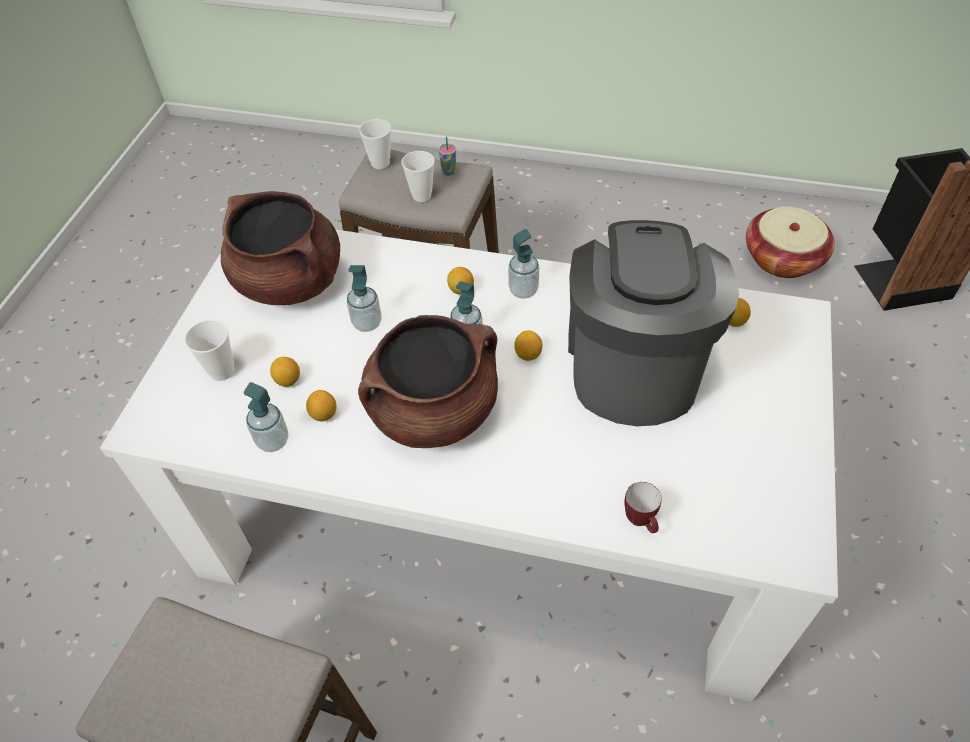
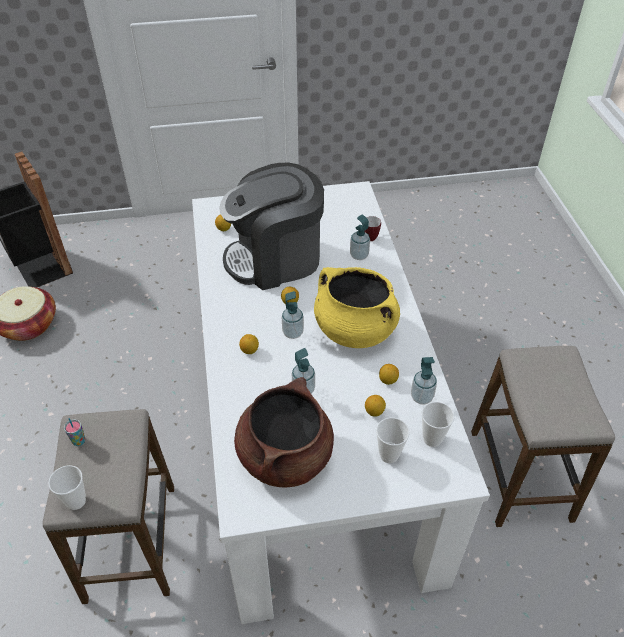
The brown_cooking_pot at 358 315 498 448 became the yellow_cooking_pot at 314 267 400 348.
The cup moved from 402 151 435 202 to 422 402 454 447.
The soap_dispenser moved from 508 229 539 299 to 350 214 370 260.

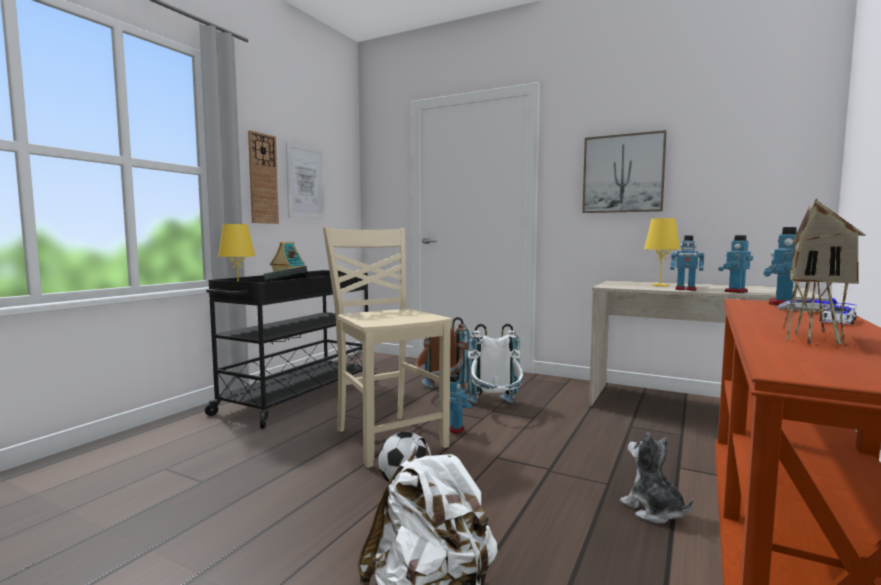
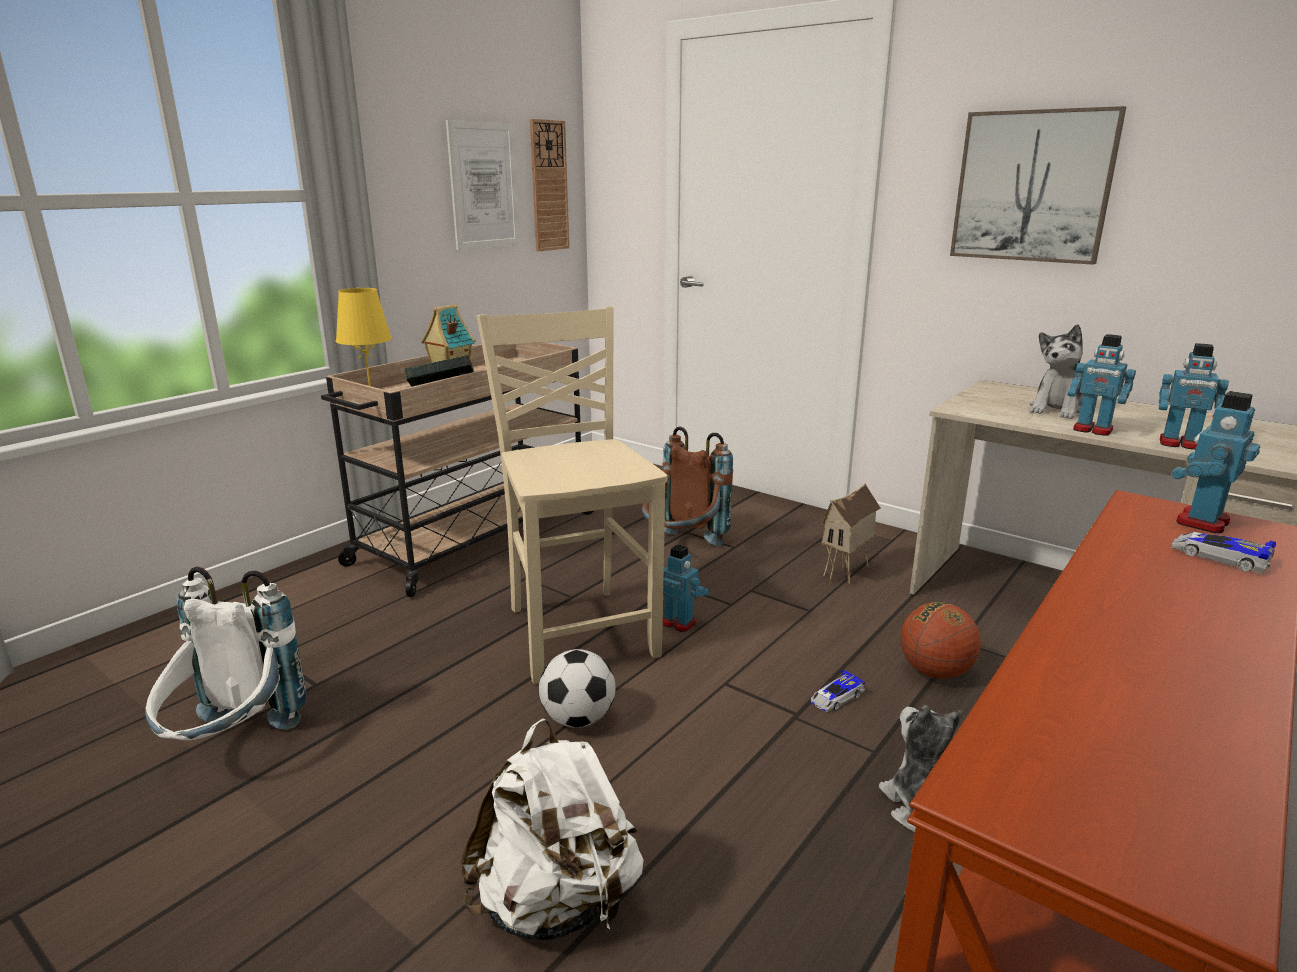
The black_cart at 205 270 379 429 became the beige_cart at 321 342 594 597.
The wall_clock moved from 248 130 279 224 to 530 119 569 251.
The white_backpack moved from 466 324 524 404 to 145 567 307 740.
The yellow_table_lamp at 644 218 680 286 was replaced by the plush_toy at 1030 324 1083 419.
The toy_robot at 718 235 753 293 turned 120 degrees counterclockwise.
The toy_house moved from 783 199 865 345 to 822 483 881 585.
The toy_car moved from 820 302 857 324 to 811 670 865 712.
The basketball at 901 602 981 679 appeared.

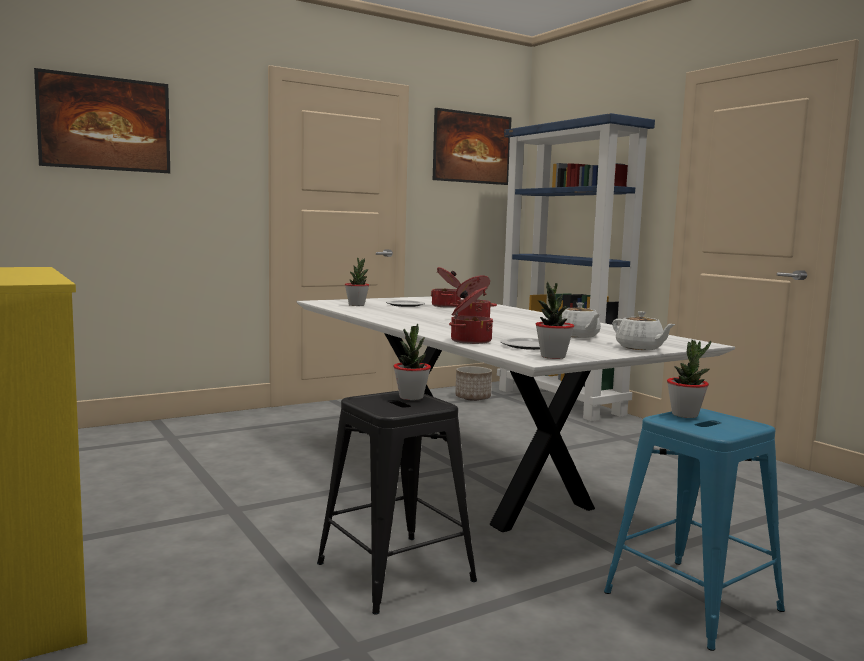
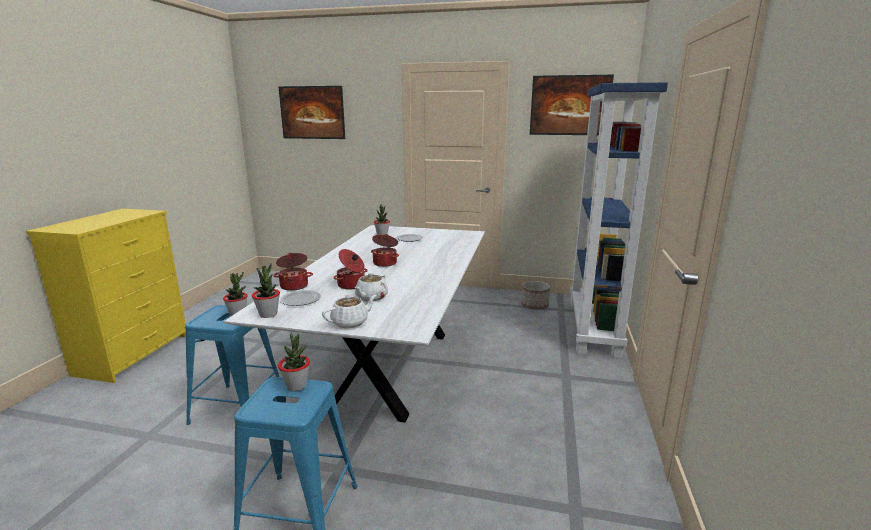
The black_stool at 317 391 477 615 became the blue_stool at 185 305 279 425.
The cooking_pot moved from 431 267 461 308 to 333 249 368 290.
The white_teapot at 612 311 676 350 turned 135 degrees counterclockwise.

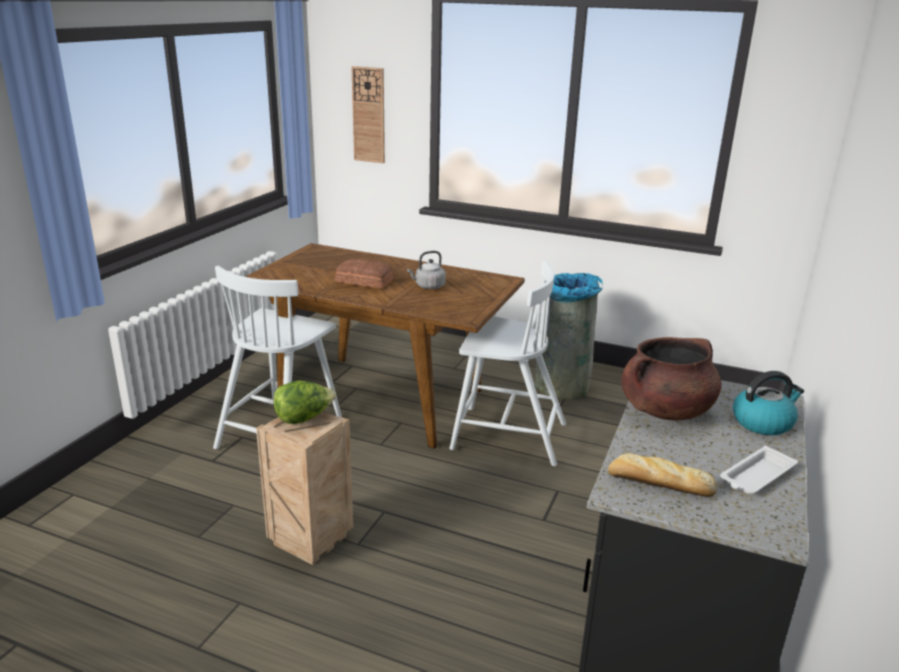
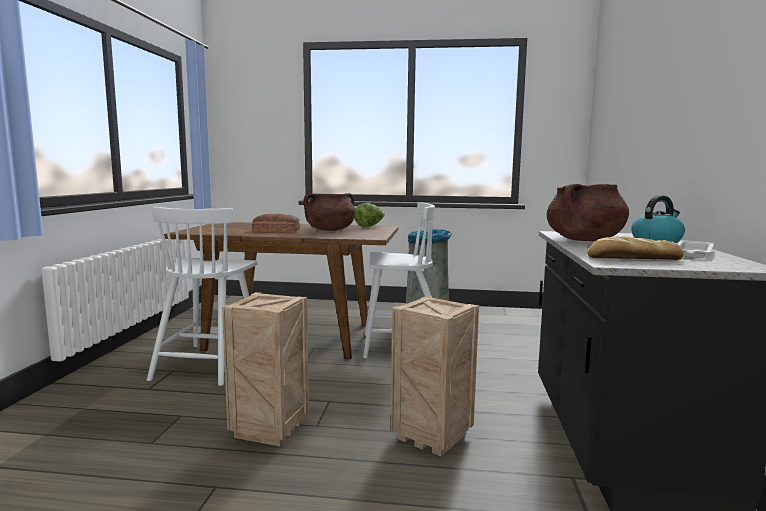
The lettuce moved from 273 380 336 424 to 354 203 385 227.
The wall_clock at 351 66 385 163 disappeared.
The grey_kettle at 407 251 446 289 was replaced by the brown_cooking_pot at 303 193 355 231.
The crate at 390 296 479 456 appeared.

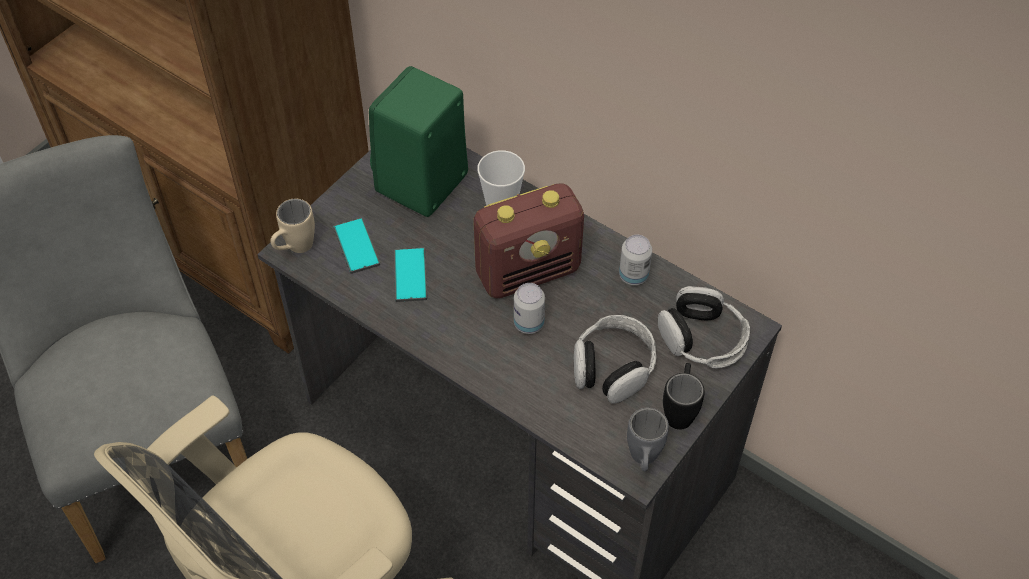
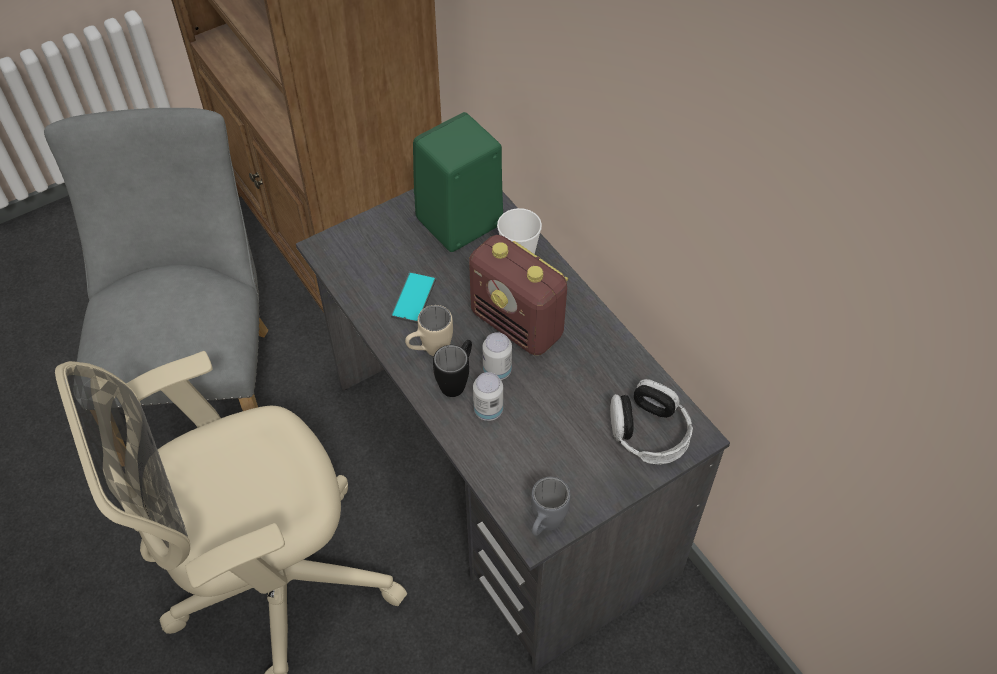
The beige_mug moved from 271 199 315 253 to 405 305 453 356.
The phone at 333 217 380 274 disappeared.
The radio at 473 183 584 298 turned 45 degrees clockwise.
The headphones at 574 315 657 404 disappeared.
The can moved from 619 235 652 285 to 473 372 503 421.
The black_mug moved from 663 363 705 430 to 433 340 472 397.

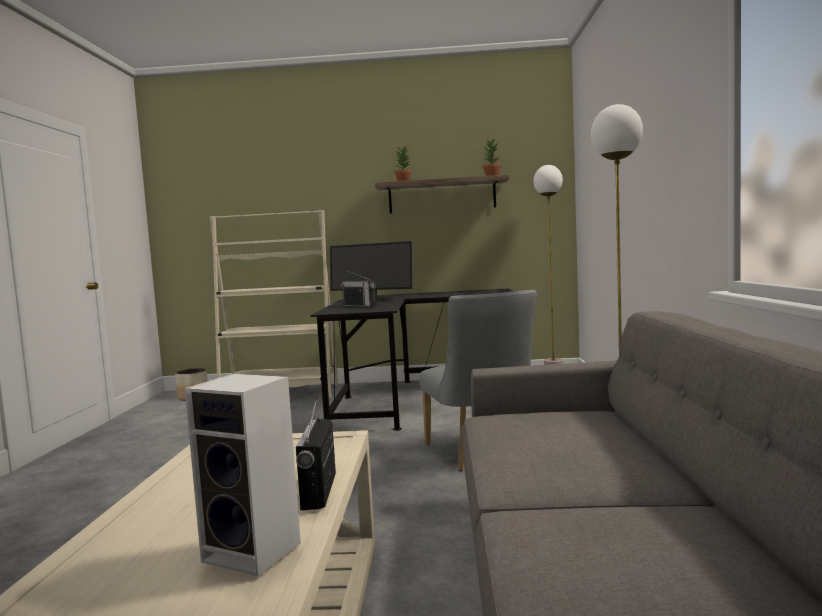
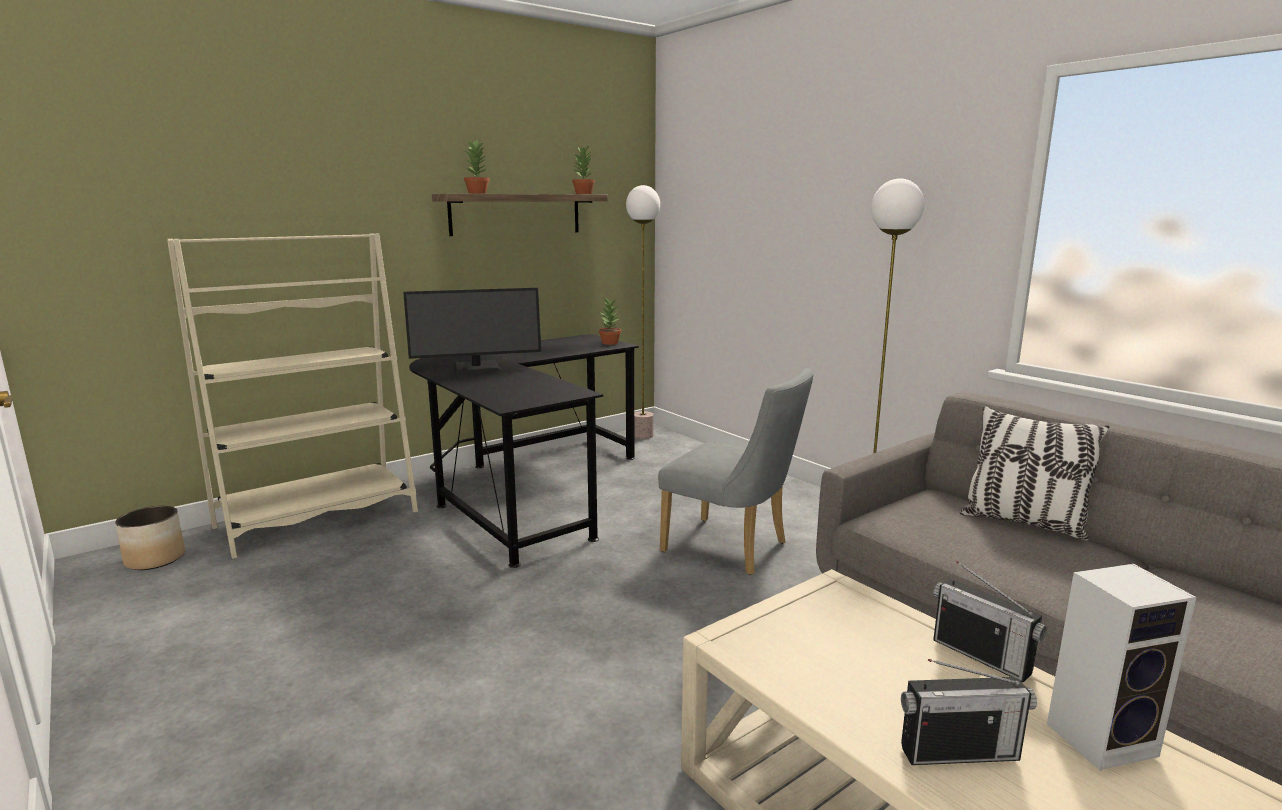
The radio moved from 341 270 376 307 to 901 659 1037 765.
The potted_plant at 599 298 621 345 appeared.
The pillow at 960 406 1109 540 appeared.

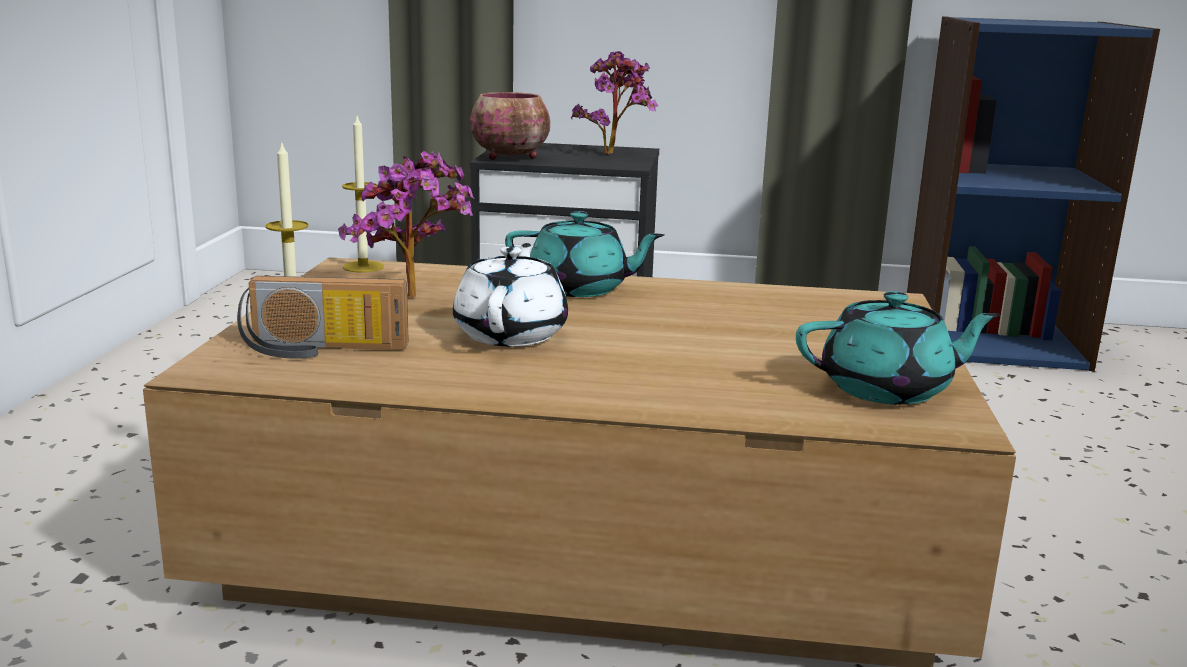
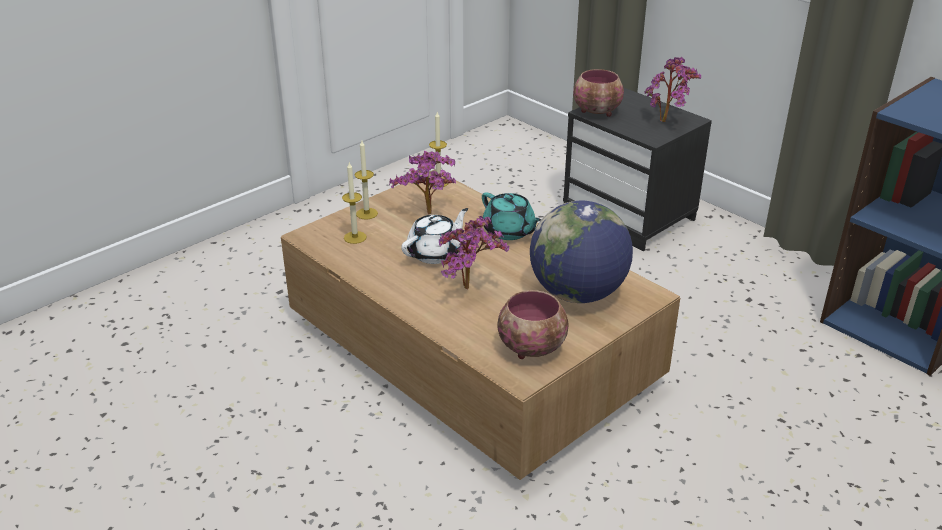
The radio at 237 276 409 359 was replaced by the candle at 342 162 367 244.
The turquoise_teapot at 796 291 1001 405 was replaced by the bowl at 497 290 569 359.
The potted_plant at 439 216 509 289 appeared.
The globe at 530 201 633 303 appeared.

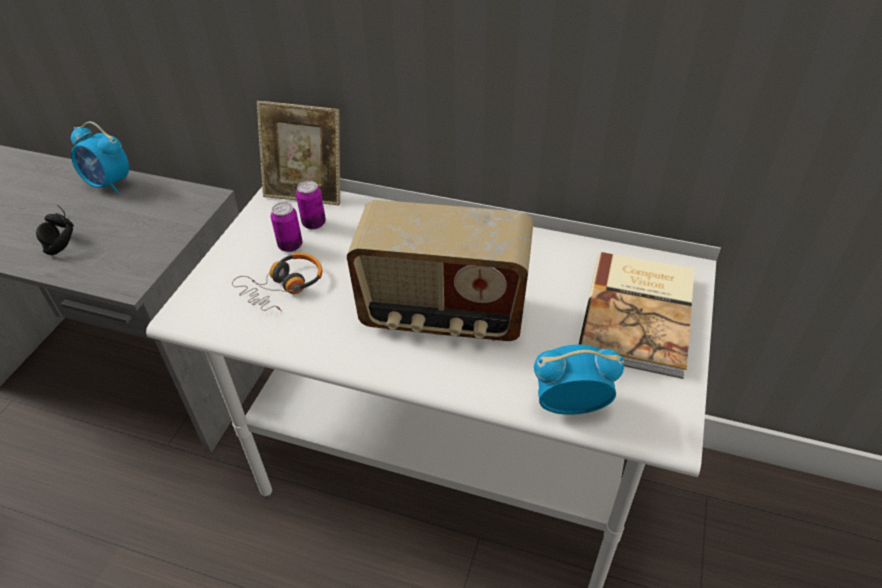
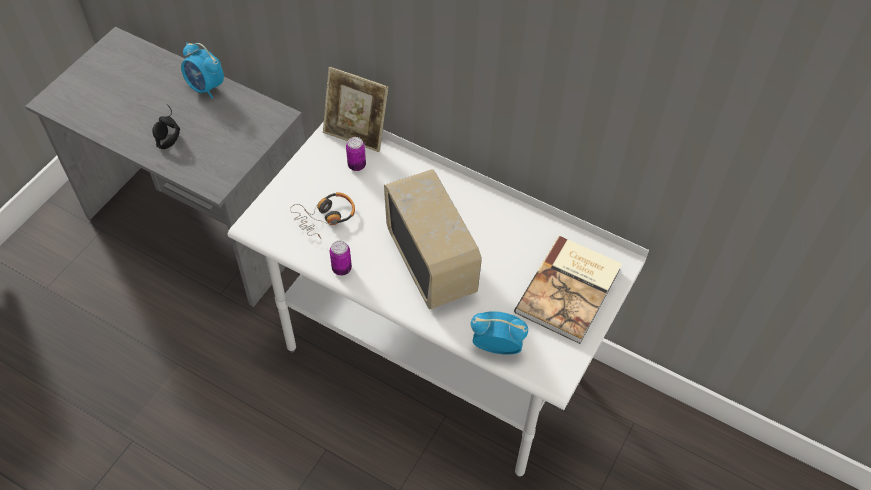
The can moved from 271 202 303 252 to 330 241 352 276.
The radio at 347 200 533 341 turned 135 degrees counterclockwise.

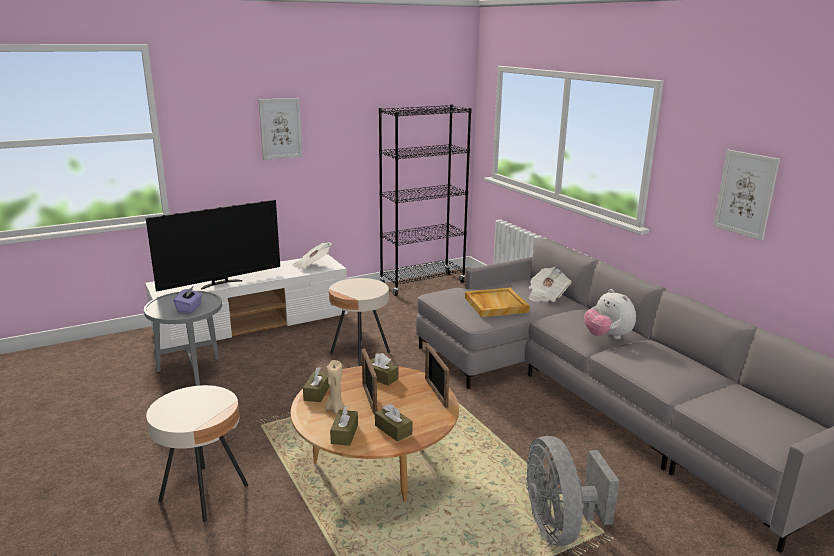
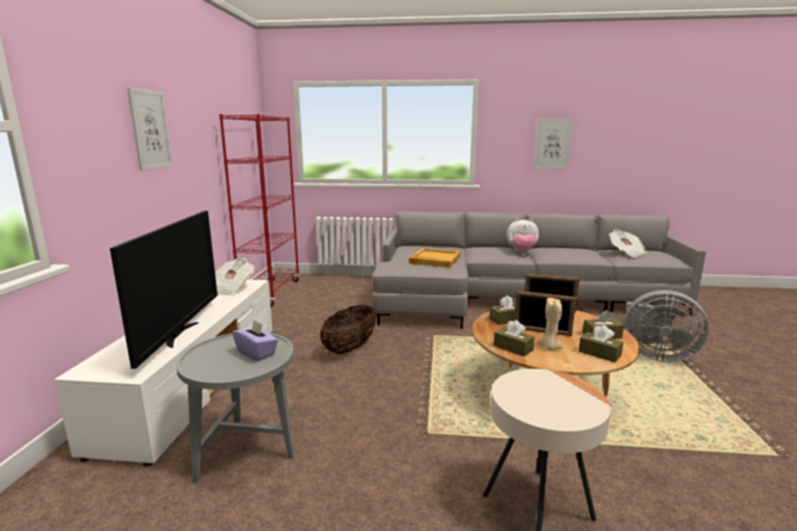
The beige_side_table at 329 278 390 366 was replaced by the basket at 320 305 377 354.
The black_bookcase at 379 104 472 296 became the red_bookcase at 219 114 300 307.
The newspaper moved from 529 267 572 302 to 609 229 647 258.

